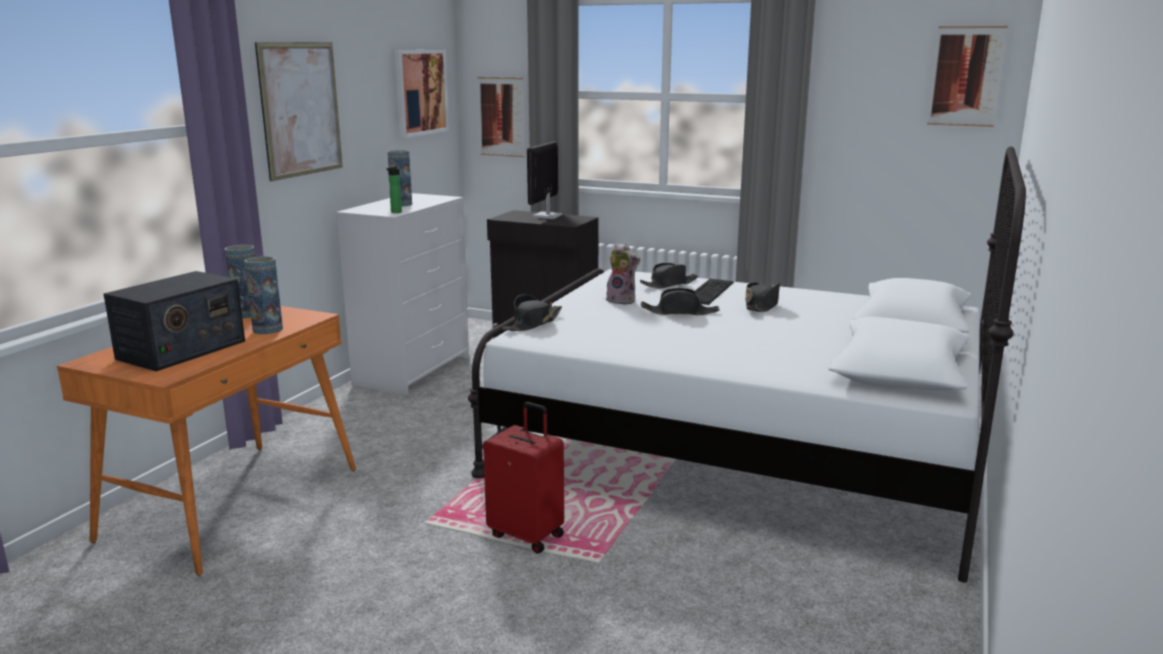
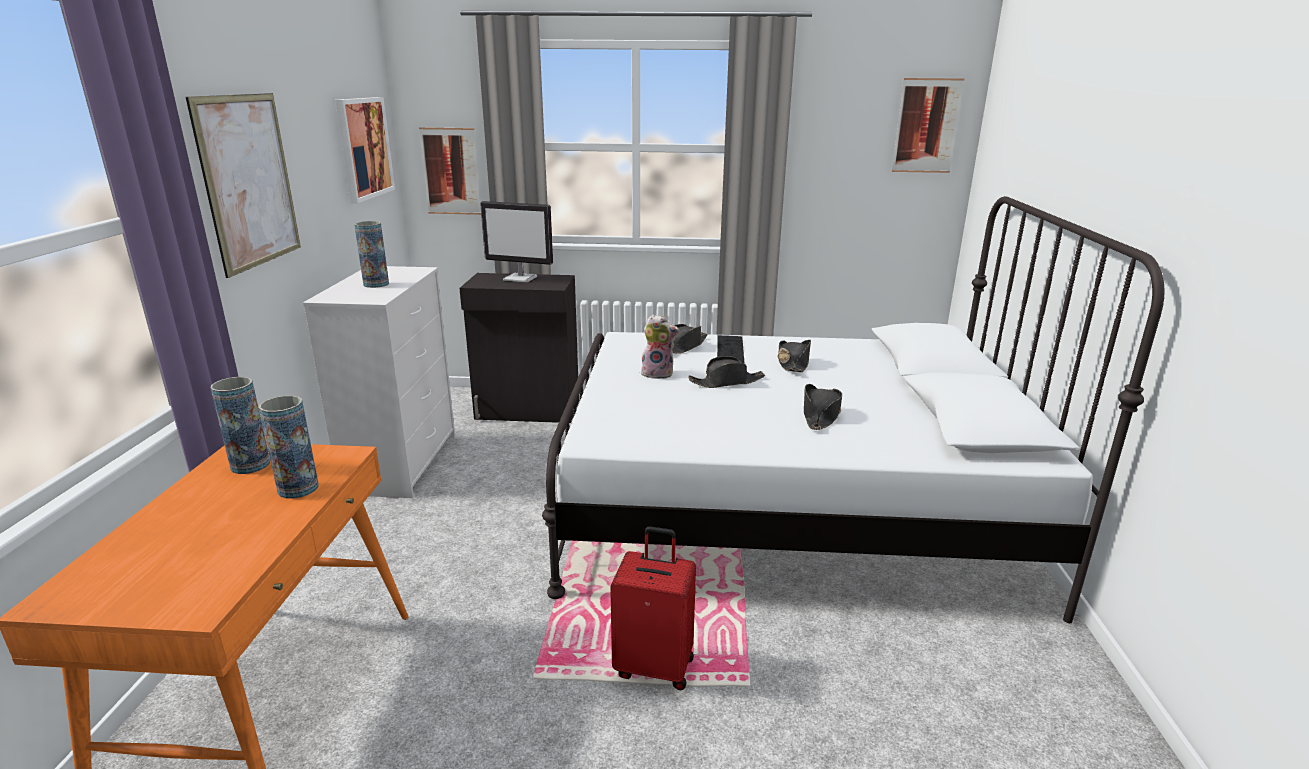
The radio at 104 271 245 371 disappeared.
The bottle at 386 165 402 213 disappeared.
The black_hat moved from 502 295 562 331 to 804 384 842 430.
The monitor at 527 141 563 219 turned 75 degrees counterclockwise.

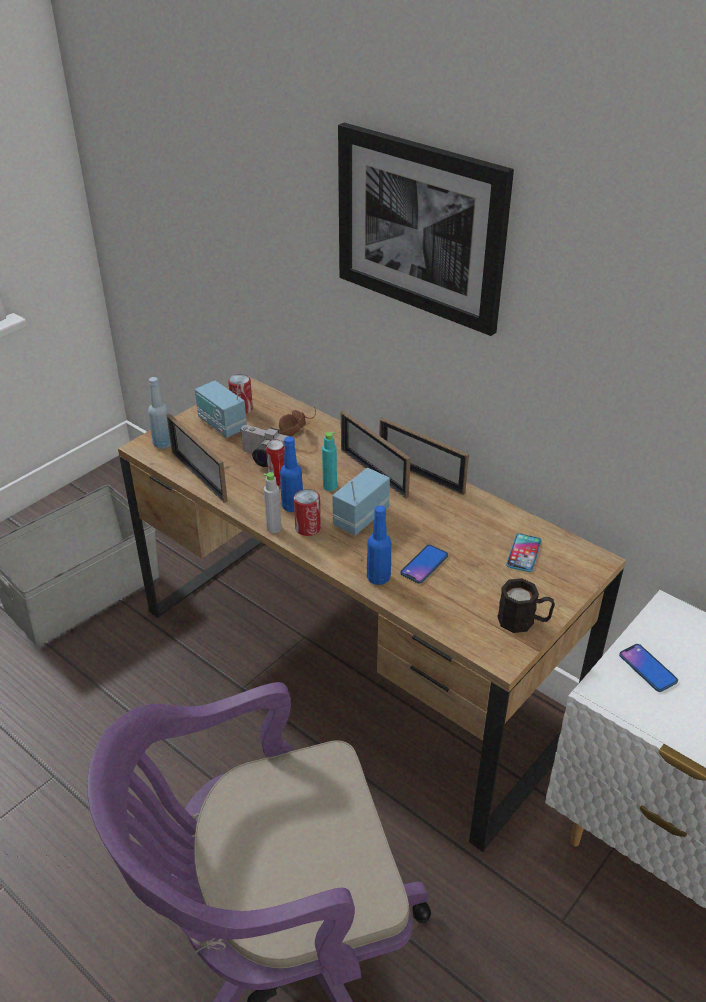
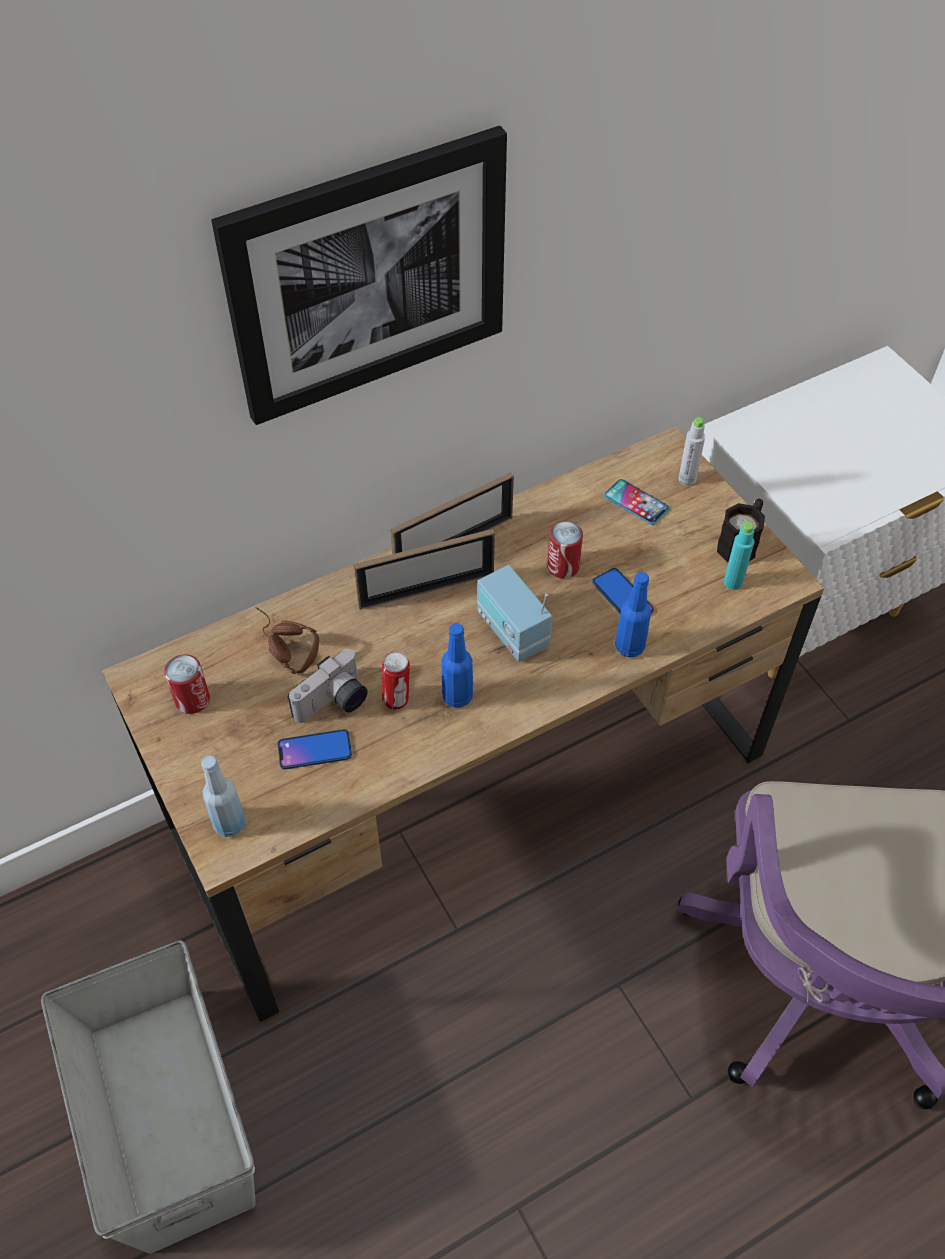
The picture_frame at 167 414 228 503 disappeared.
The radio at 195 381 247 438 disappeared.
The grey_bottle moved from 263 472 281 533 to 678 417 705 486.
The can moved from 294 489 321 536 to 547 521 583 578.
The turquoise_bottle moved from 322 432 337 491 to 724 519 755 590.
The phone moved from 619 644 678 692 to 278 729 352 769.

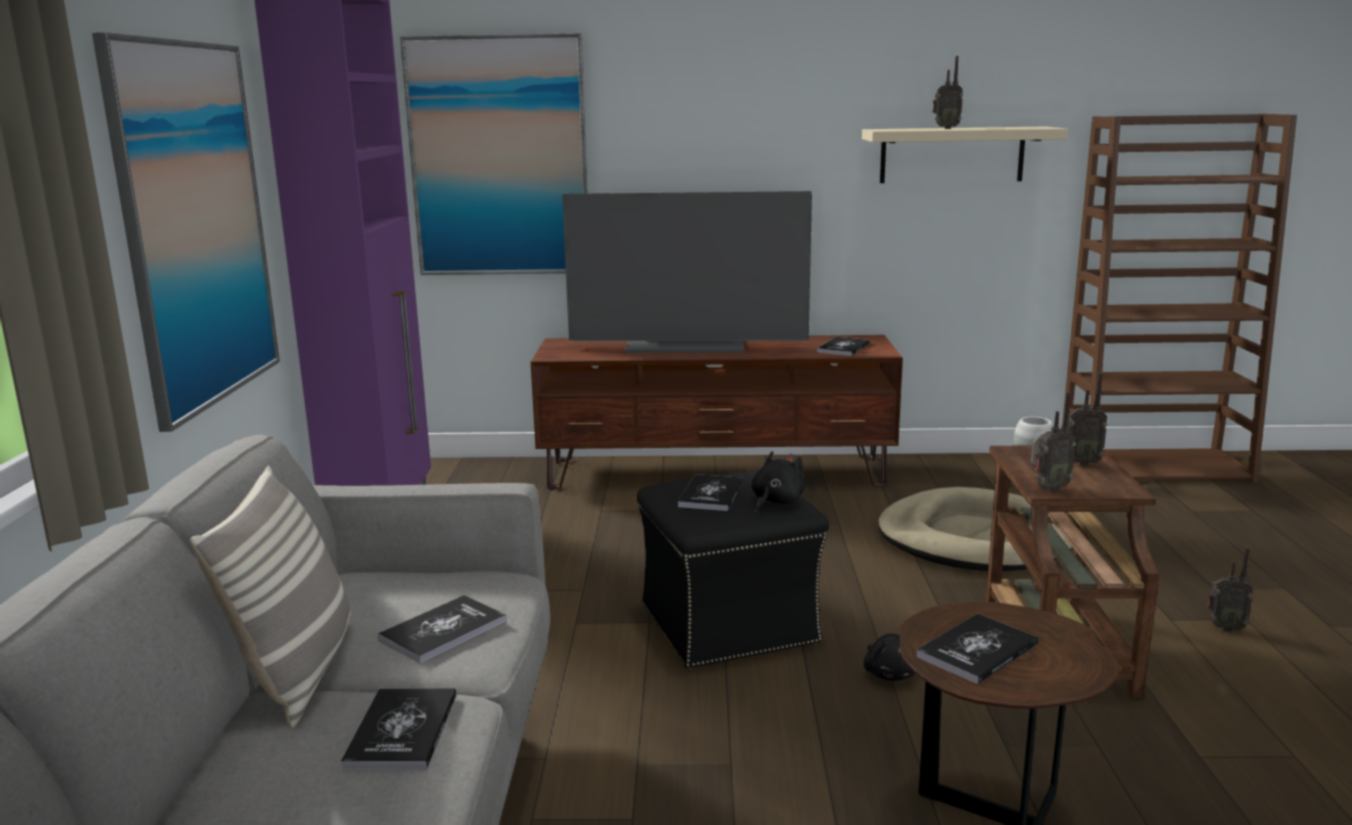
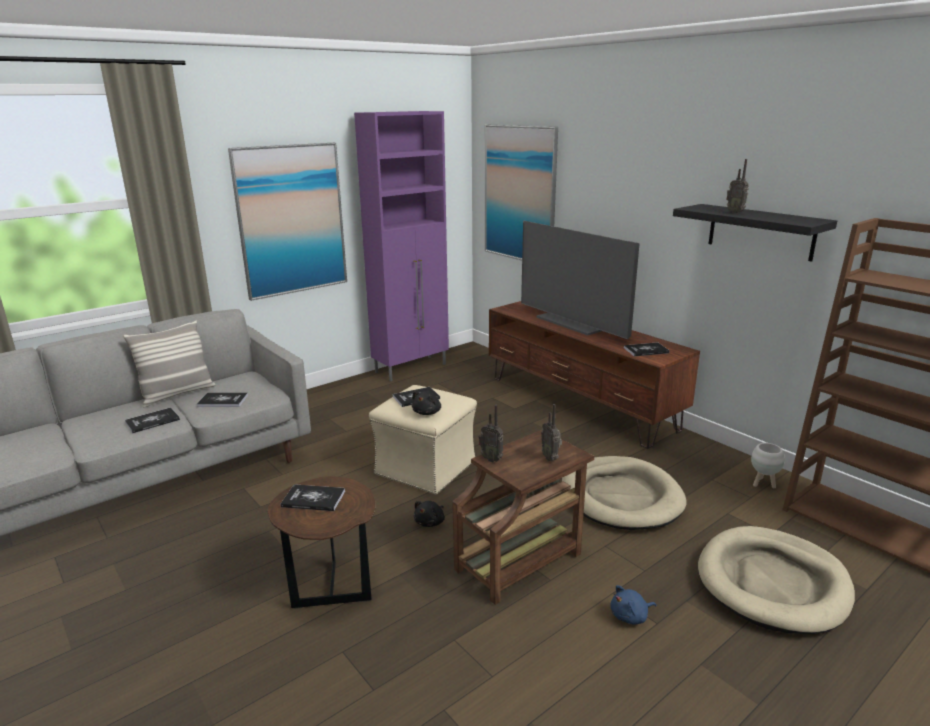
The black_ottoman at 637 470 829 669 became the beige_ottoman at 369 385 477 495.
The black_plush_toy at 751 451 805 512 turned 120 degrees clockwise.
The beige_shelf at 862 127 1068 183 became the black_shelf at 673 204 837 262.
The radio at 1207 547 1253 632 was replaced by the blue_plush_toy at 611 585 657 624.
The beige_dog_bed at 698 526 855 634 appeared.

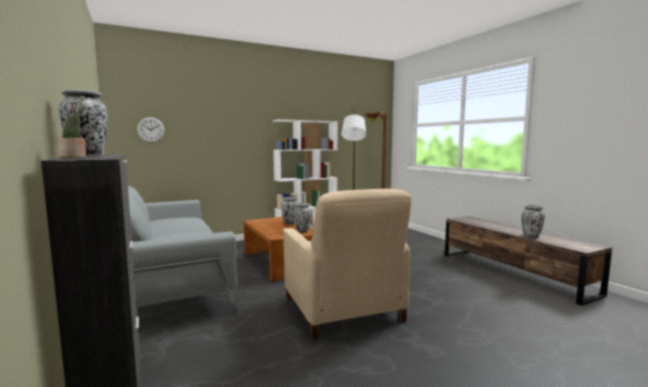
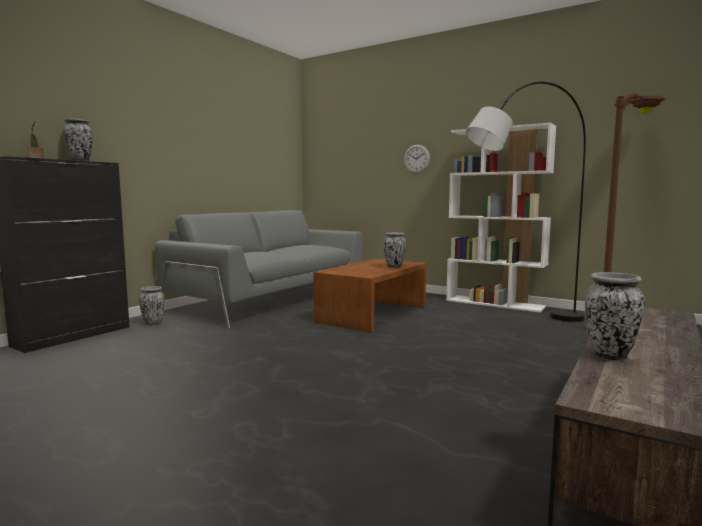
The wall_clock moved from 137 117 165 143 to 404 145 430 174.
The beige_armchair at 283 189 412 340 disappeared.
The vase moved from 293 202 312 233 to 139 286 165 325.

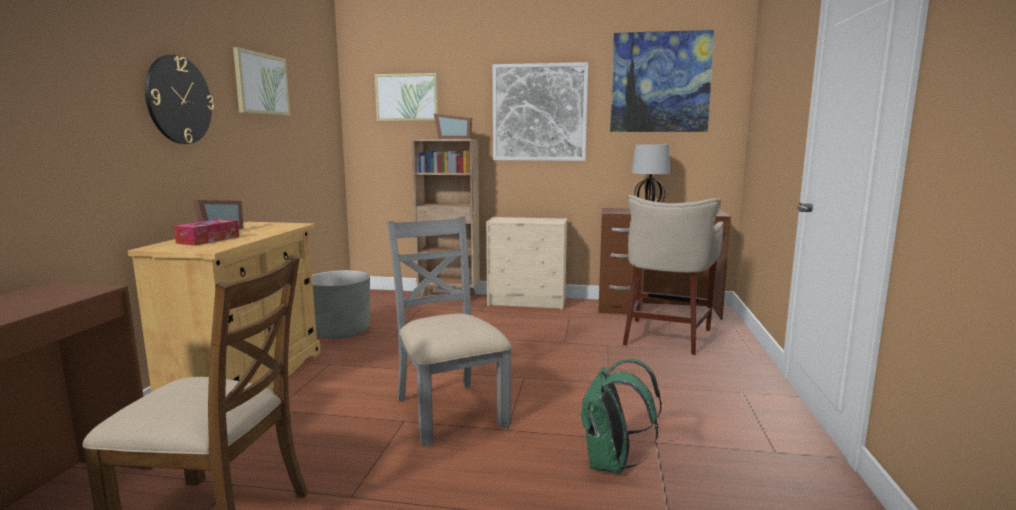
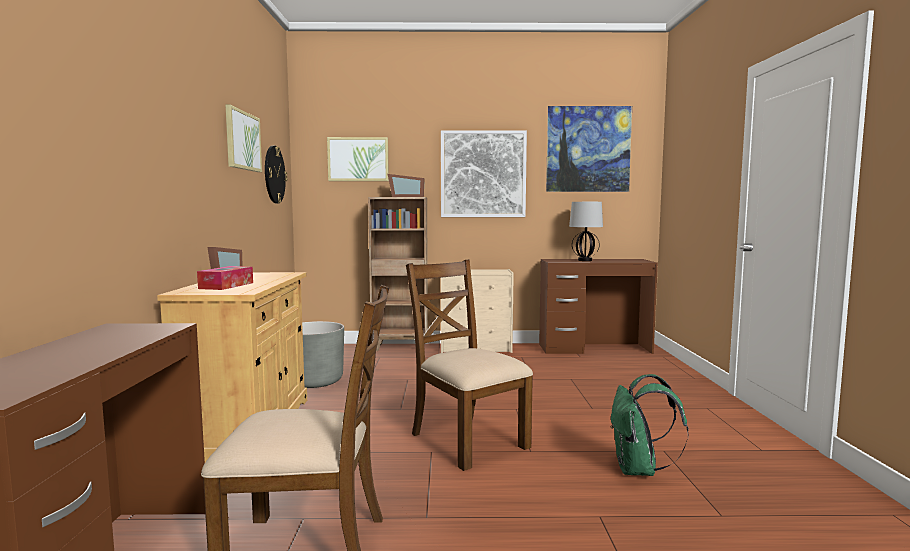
The wall_clock moved from 145 55 214 144 to 265 146 287 203.
The grey_chair at 387 216 511 447 became the brown_chair at 406 260 533 471.
The beige_stool at 623 195 723 355 disappeared.

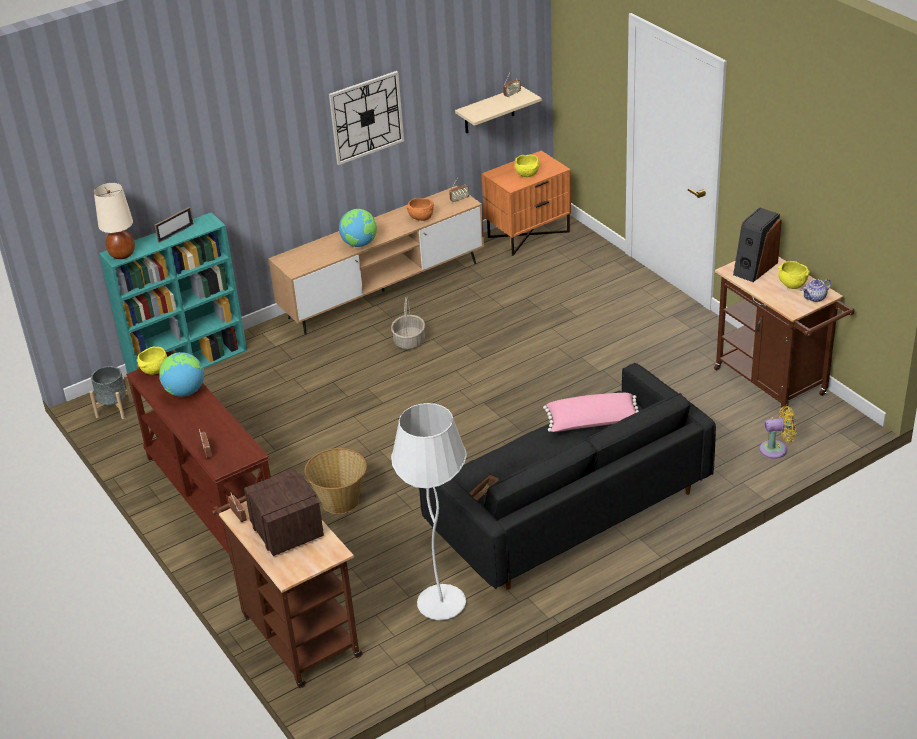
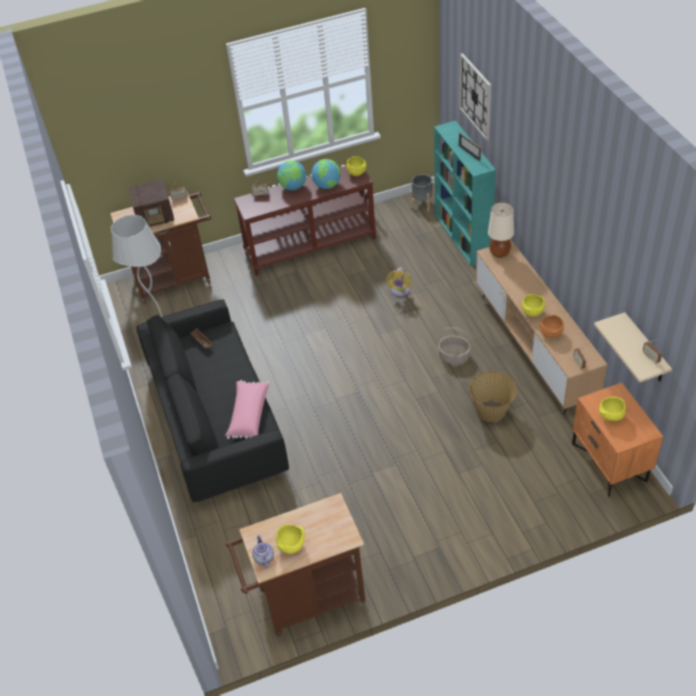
The beige_table_lamp moved from 94 183 135 259 to 488 202 514 258.
The basket moved from 304 448 367 514 to 469 371 518 422.
The wall_clock moved from 329 71 404 165 to 459 53 491 141.
The globe moved from 339 209 377 247 to 277 160 306 190.
The speaker at 733 207 782 282 disappeared.
The yellow_fan moved from 760 406 797 459 to 386 267 412 297.
The yellow_bowl at 521 294 545 317 appeared.

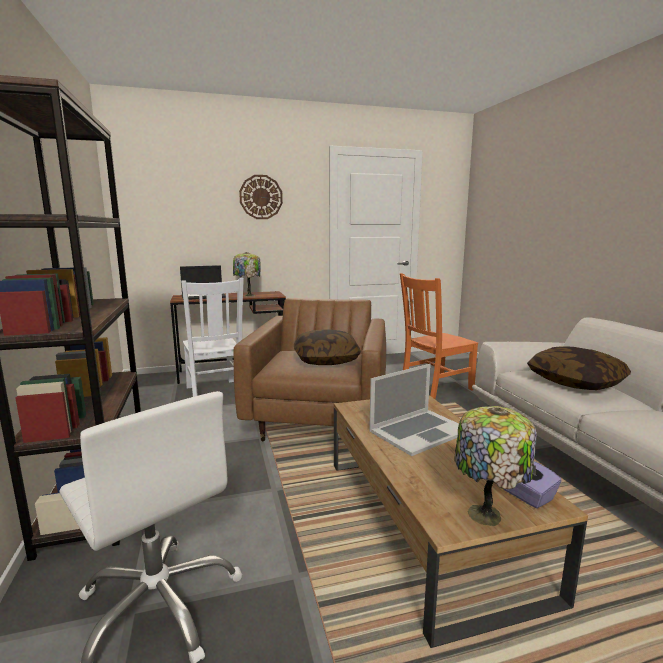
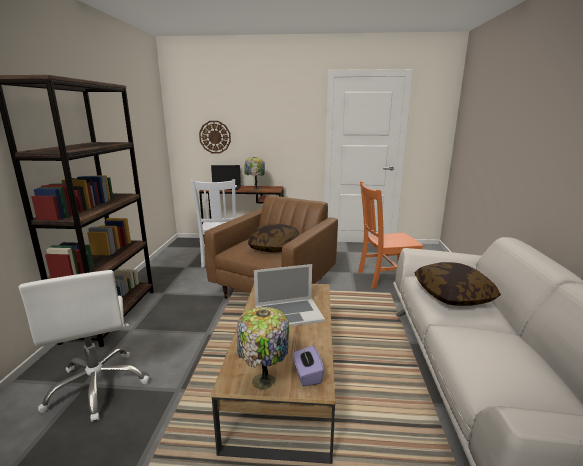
The wall_clock moved from 239 175 283 219 to 199 121 231 154.

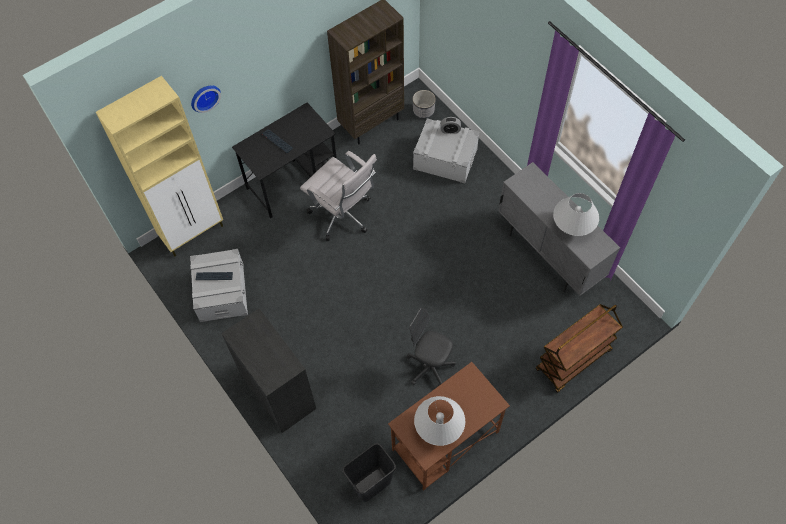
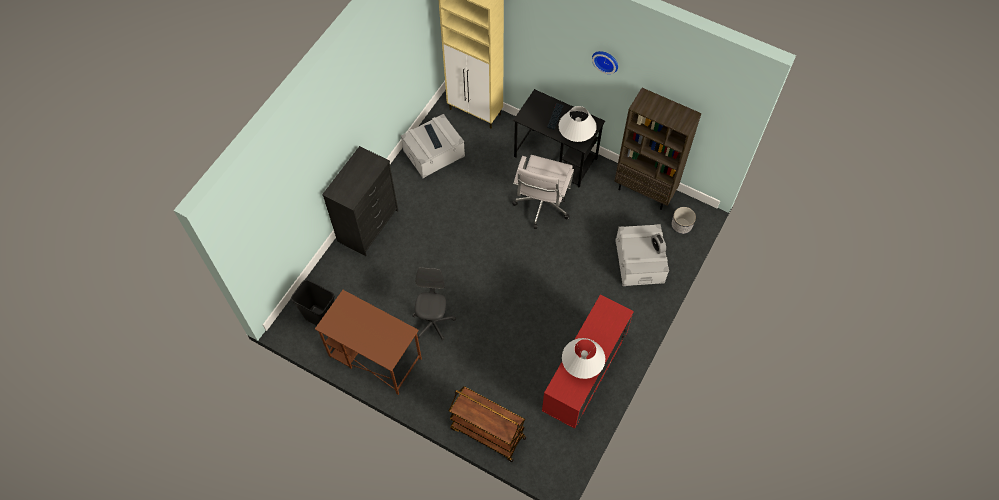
The wall_clock moved from 191 85 221 113 to 592 51 618 74.
The white_table_lamp moved from 414 396 465 446 to 559 106 597 142.
The grey_cabinet at 498 162 620 296 became the red_cabinet at 542 294 634 429.

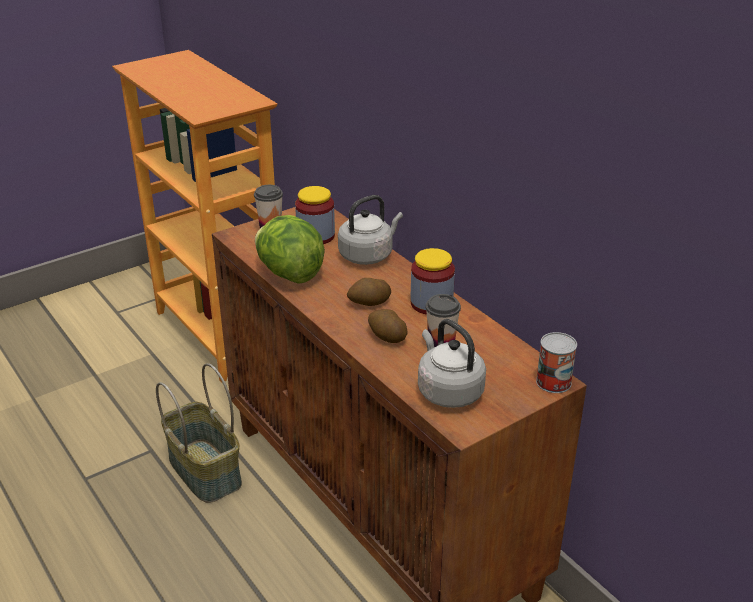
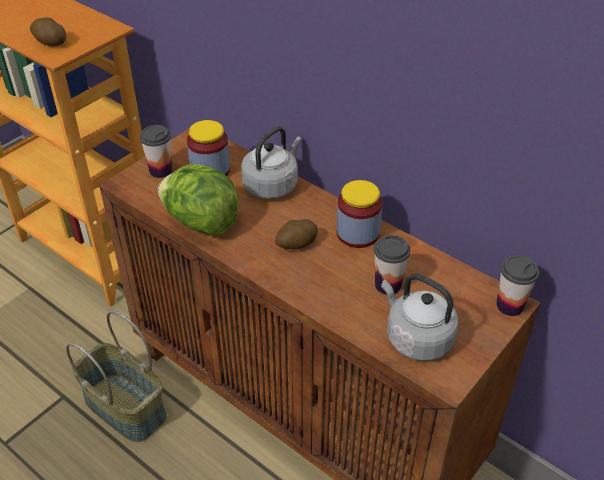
The potato moved from 368 309 407 343 to 30 17 67 46.
The can at 536 332 577 393 was replaced by the cup at 496 255 539 316.

